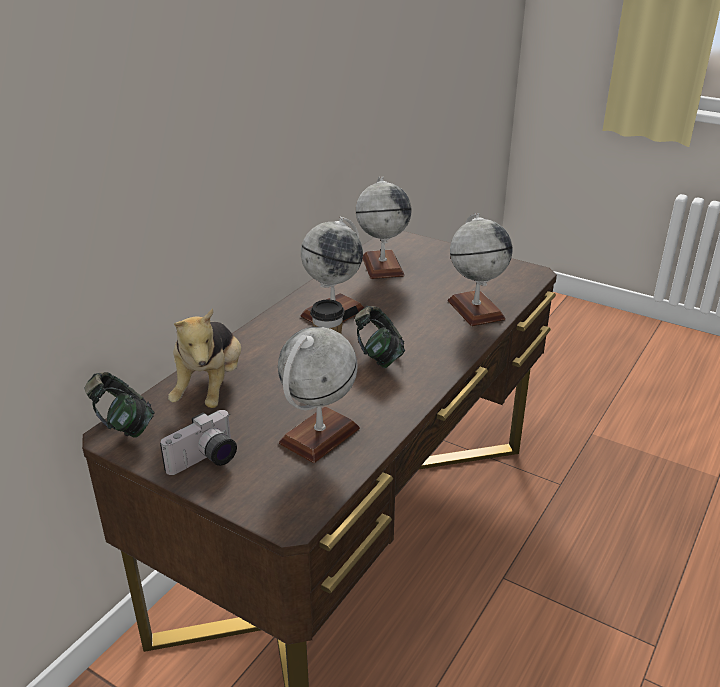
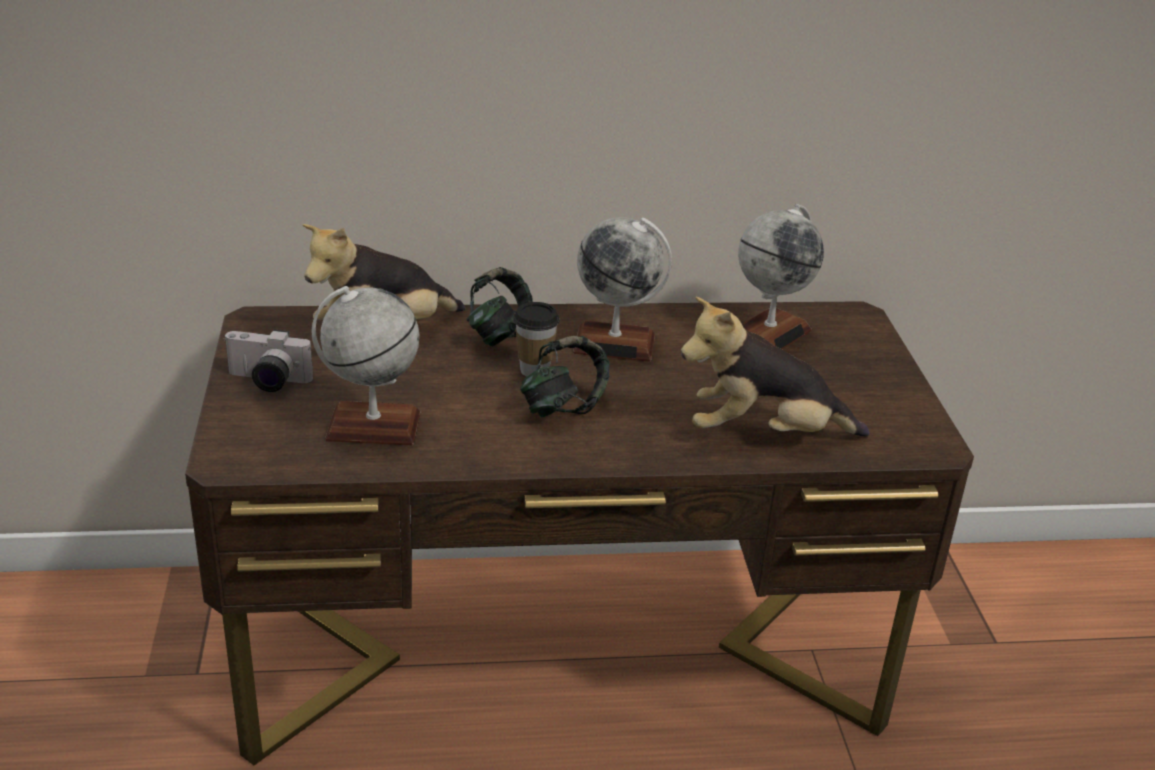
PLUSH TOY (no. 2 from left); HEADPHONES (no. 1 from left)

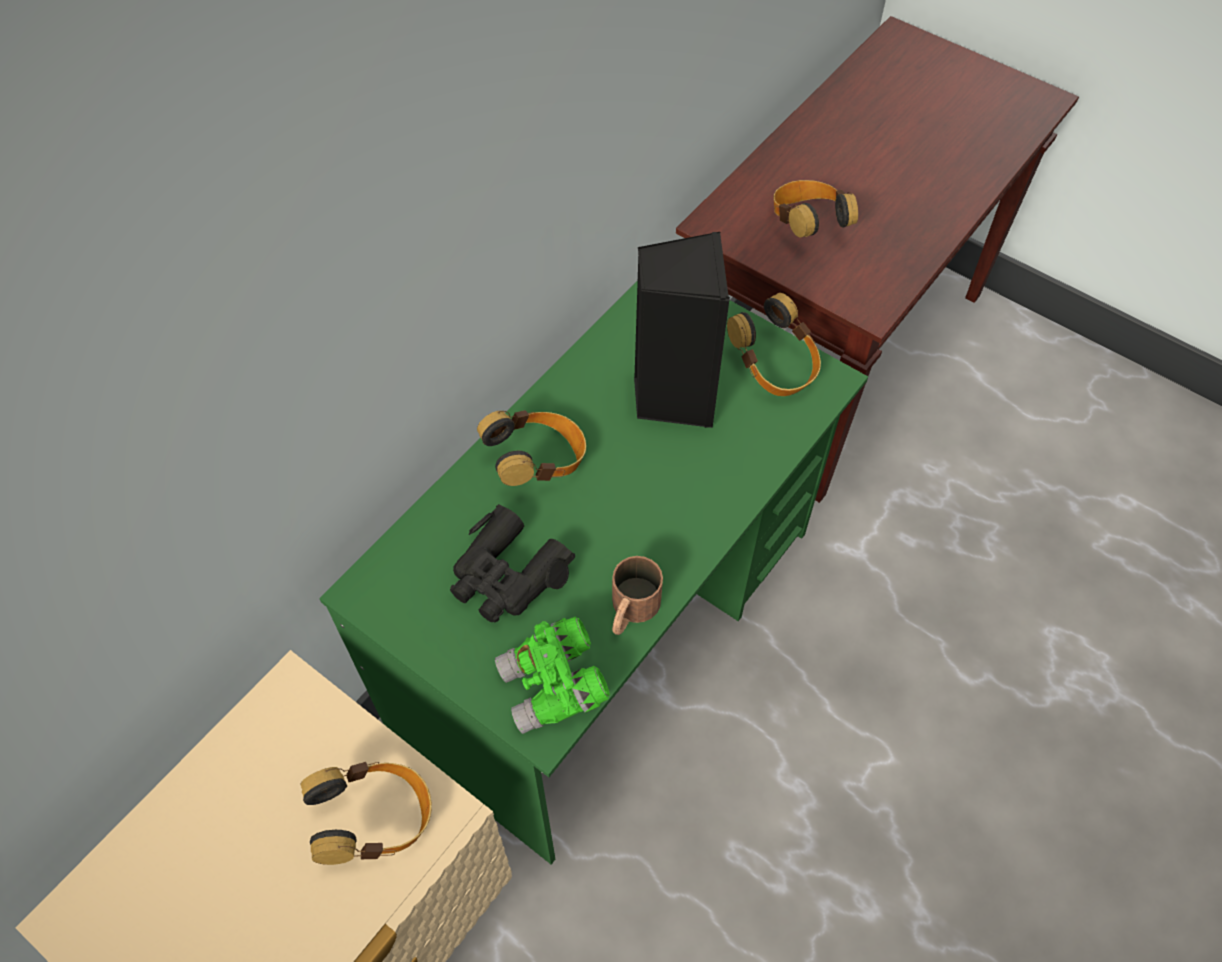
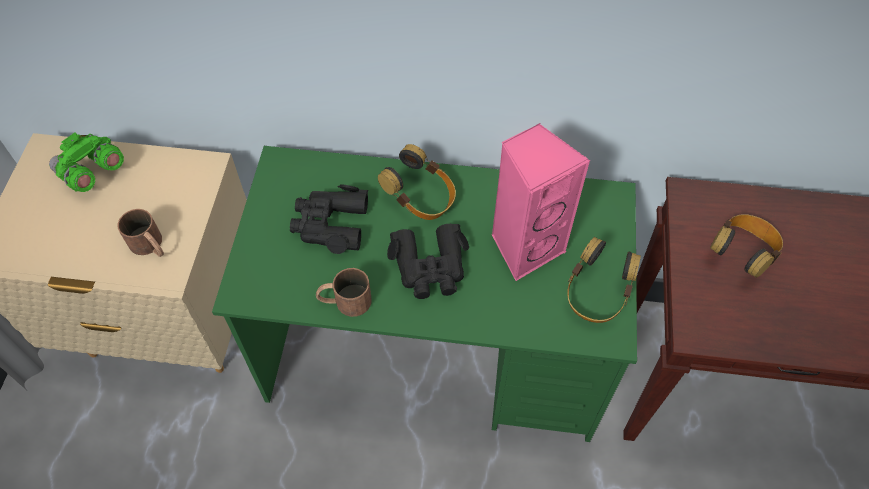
PINK SPEAKER; GREEN BINOCULARS; BROWN MUG (no. 1 from left); BLACK BINOCULARS (no. 2 from left)

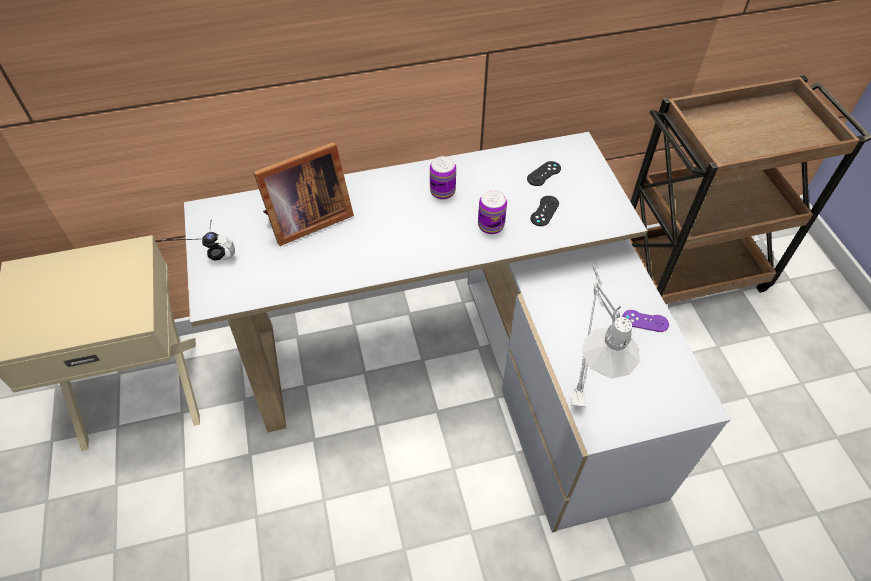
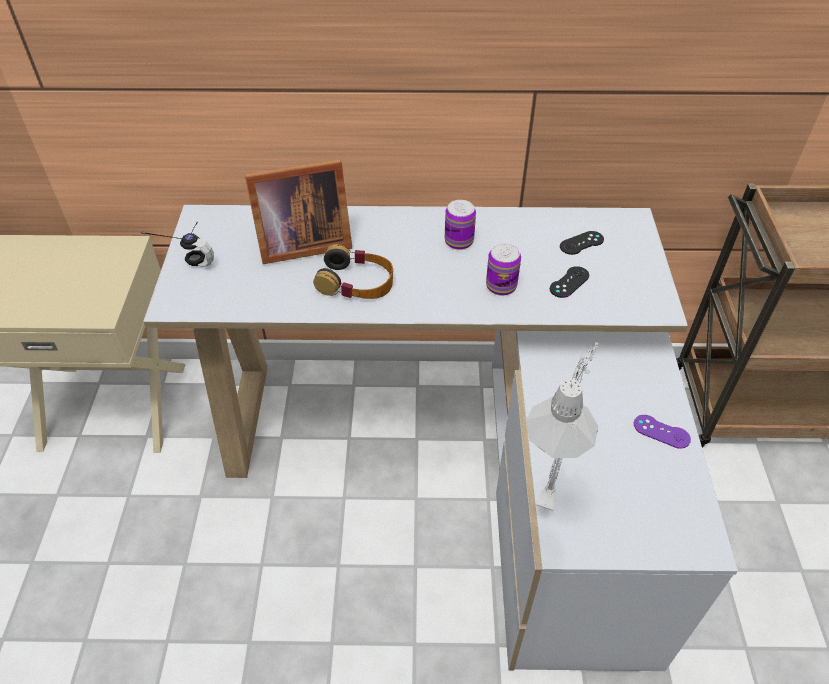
HEADPHONES (no. 2 from left)

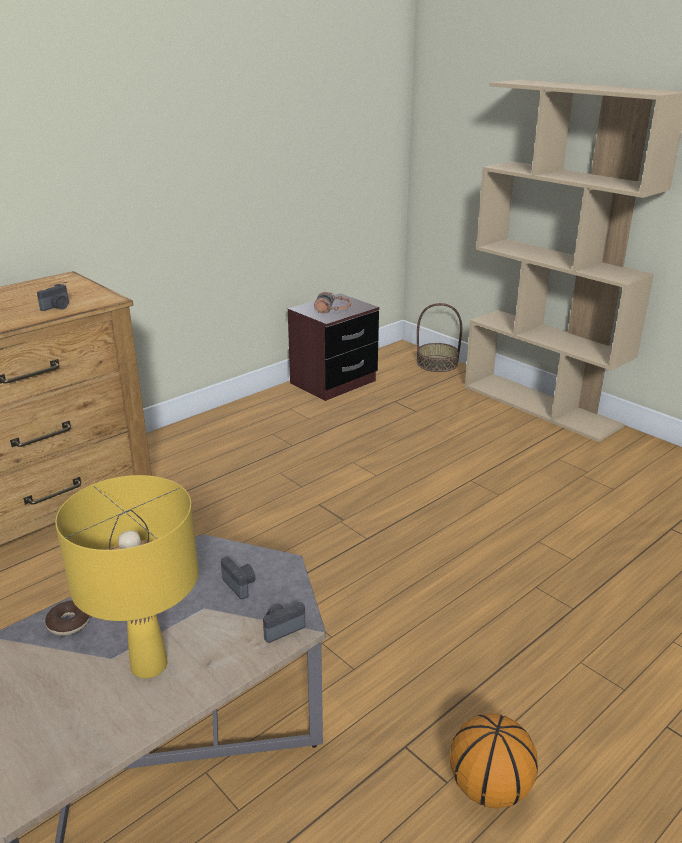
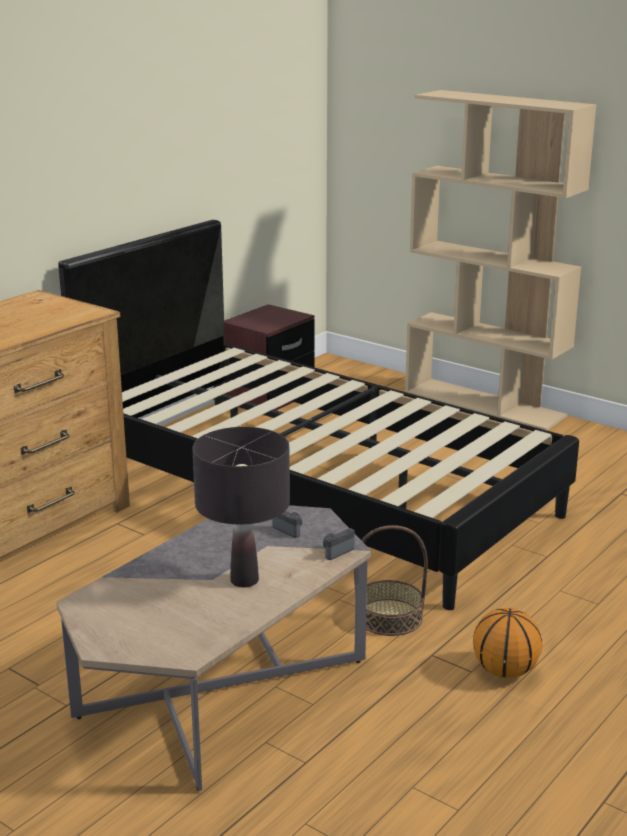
PHOTO CAMERA (no. 1 from left in the first image); HEADPHONES; BASKET; BLACK TABLE LAMP; DONUT; BLACK BED

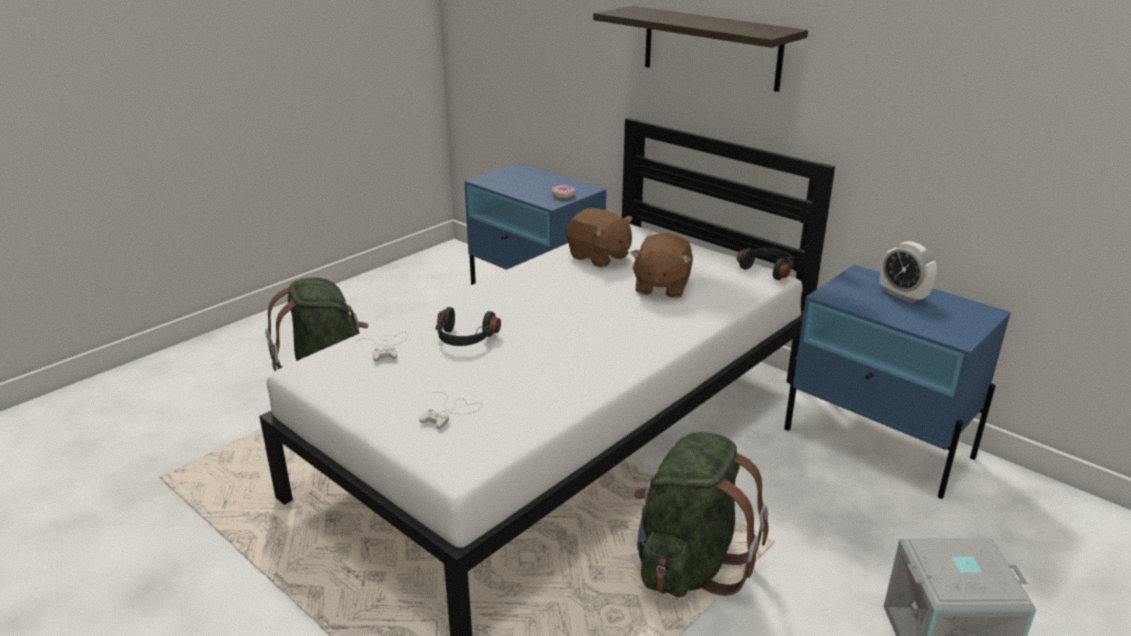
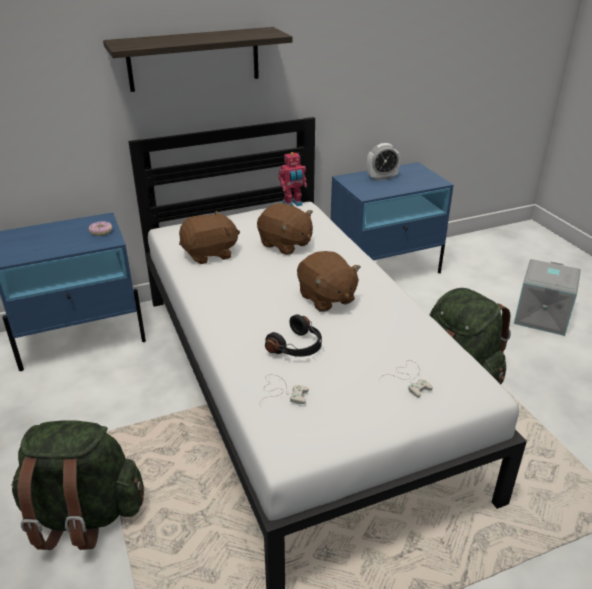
TOY ROBOT; BROWN PLUSH TOY (no. 3 from left)

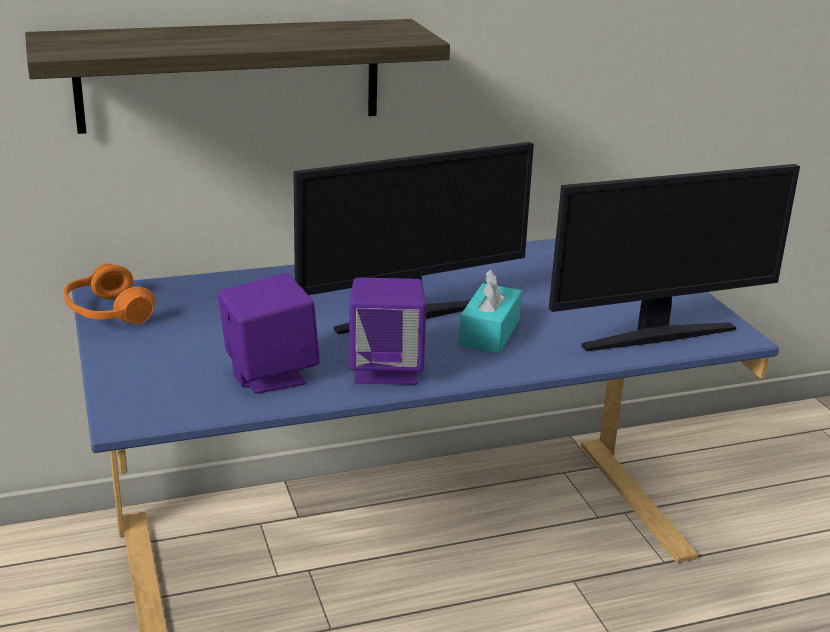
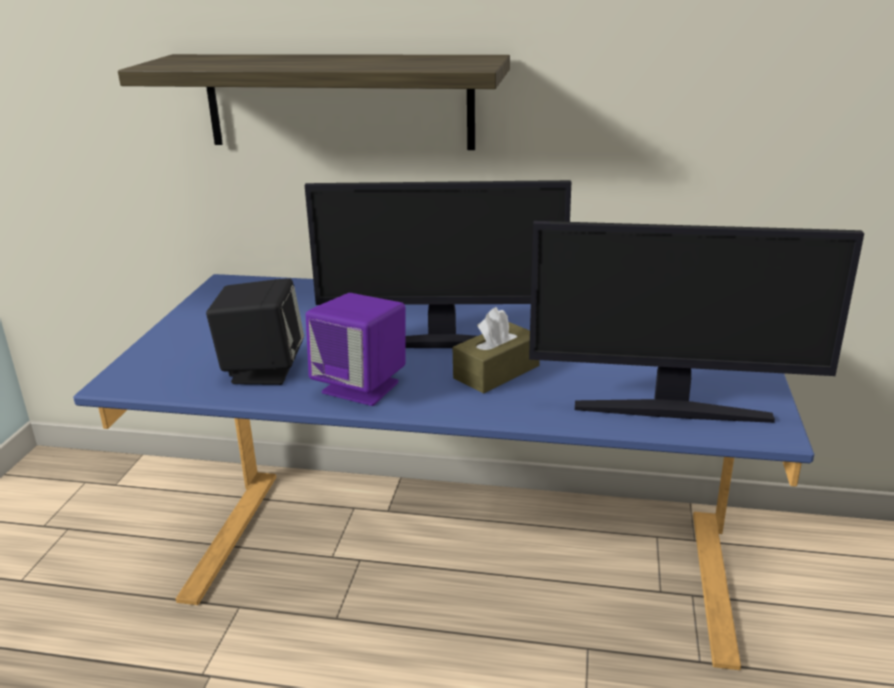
ORANGE HEADPHONES; BROWN TISSUE BOX; BLACK SPEAKER

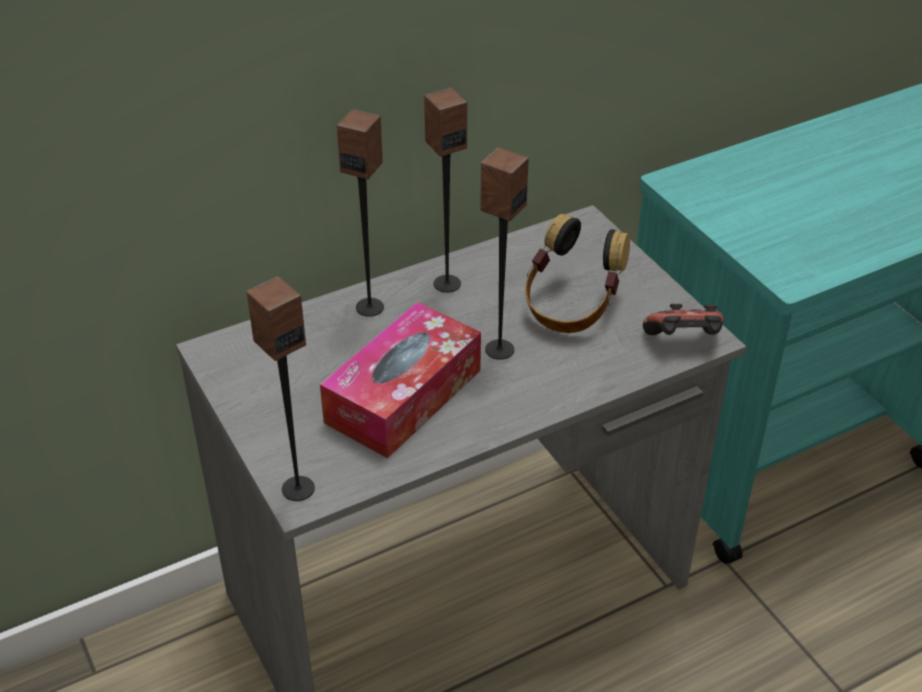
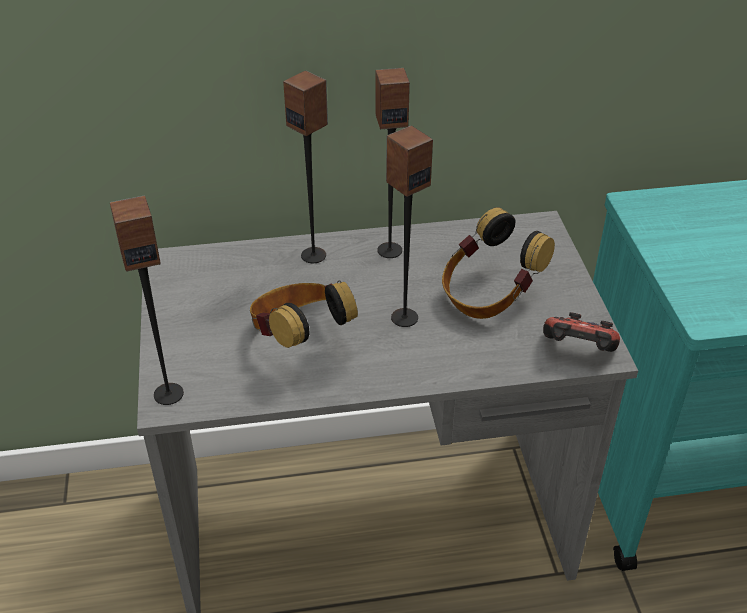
HEADPHONES (no. 1 from left)

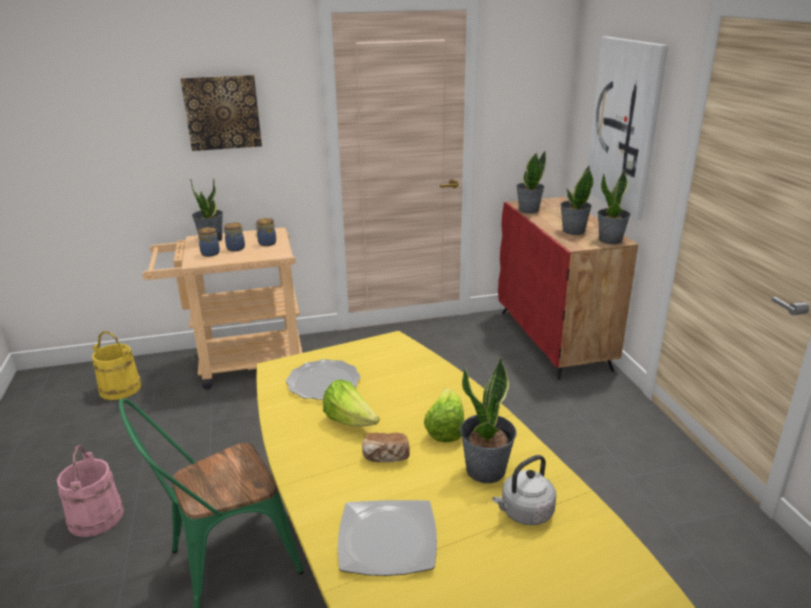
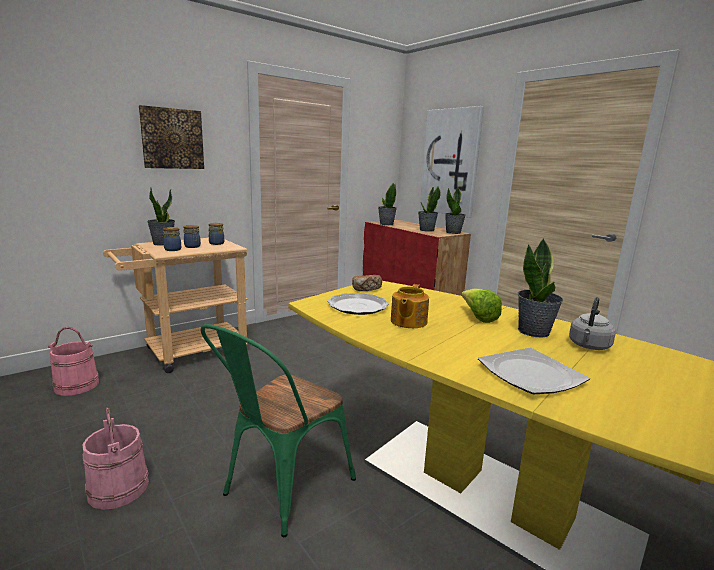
PINK BUCKET (no. 1 from left); TEAPOT; BREAD

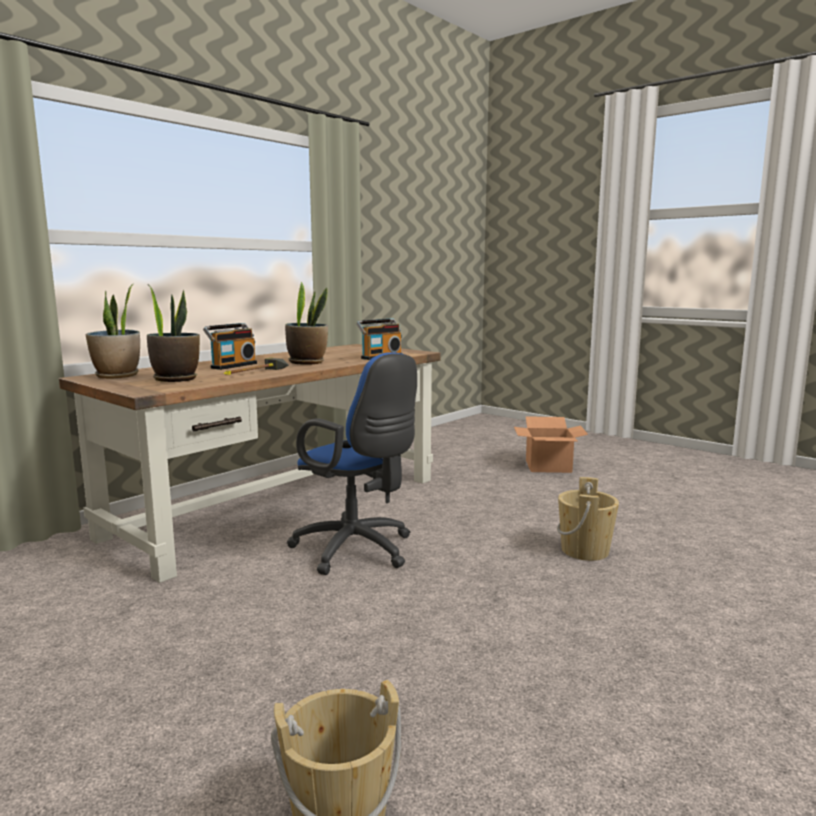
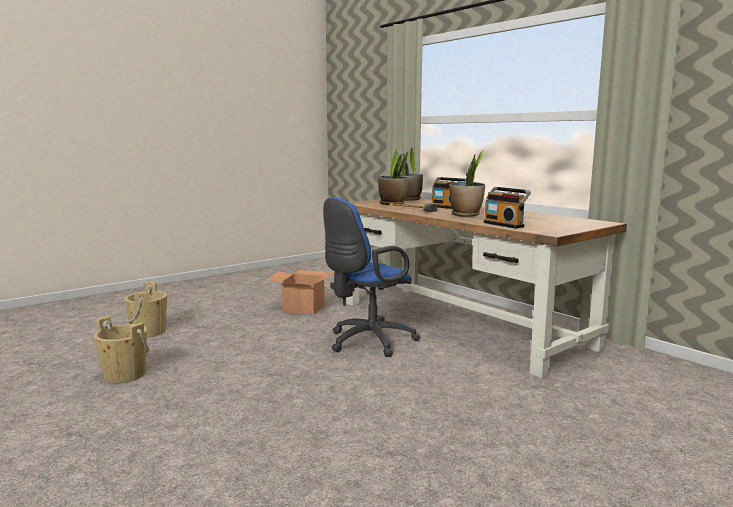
CARDBOARD BOX; BEIGE BUCKET (no. 1 from left)

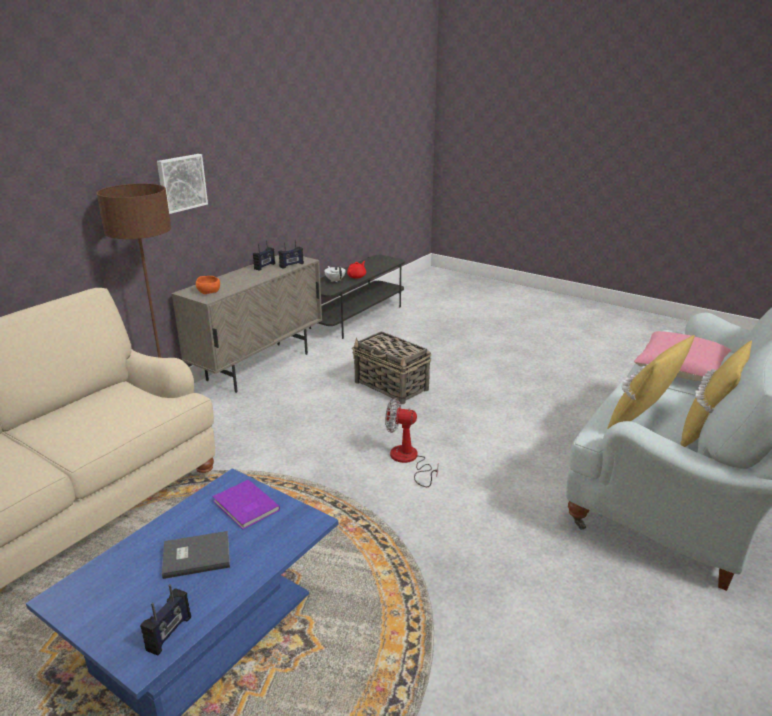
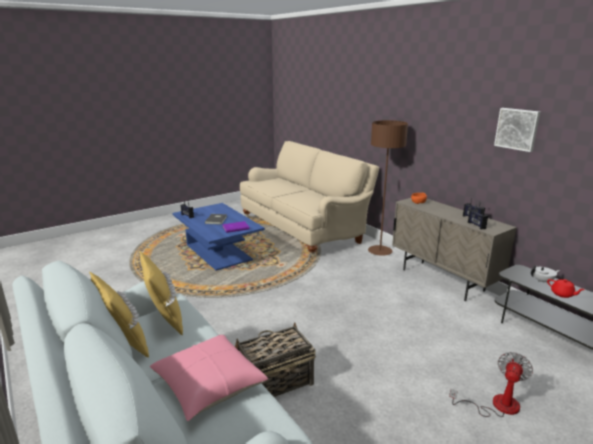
PICTURE; BASKET; FAN

